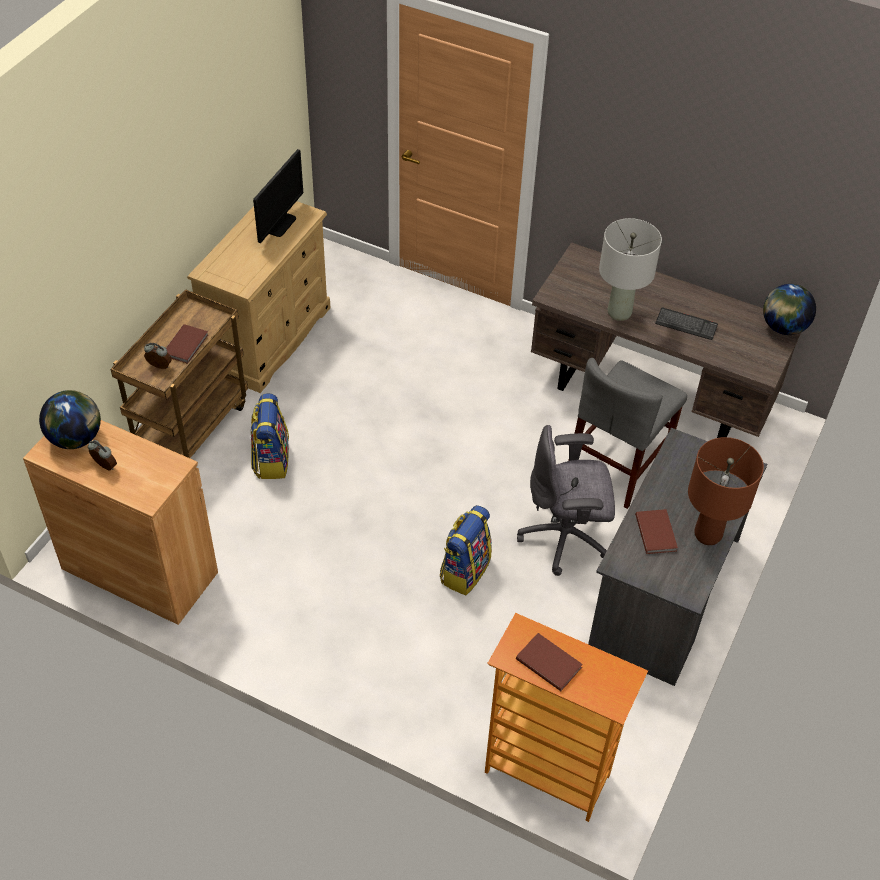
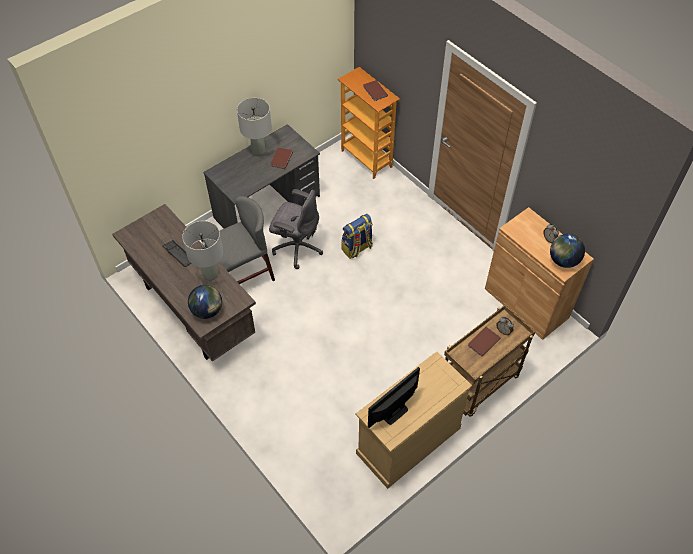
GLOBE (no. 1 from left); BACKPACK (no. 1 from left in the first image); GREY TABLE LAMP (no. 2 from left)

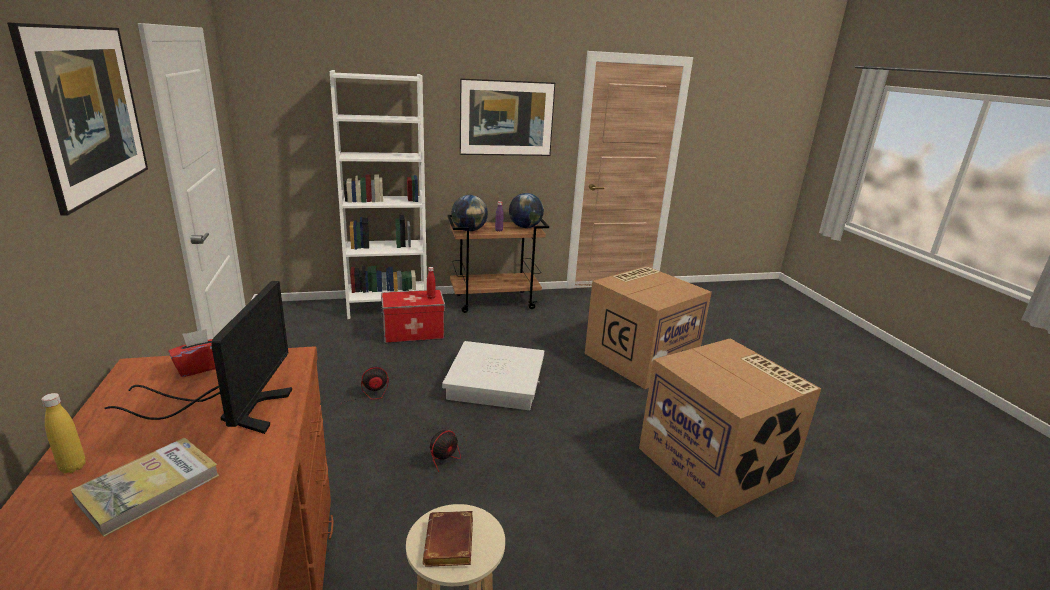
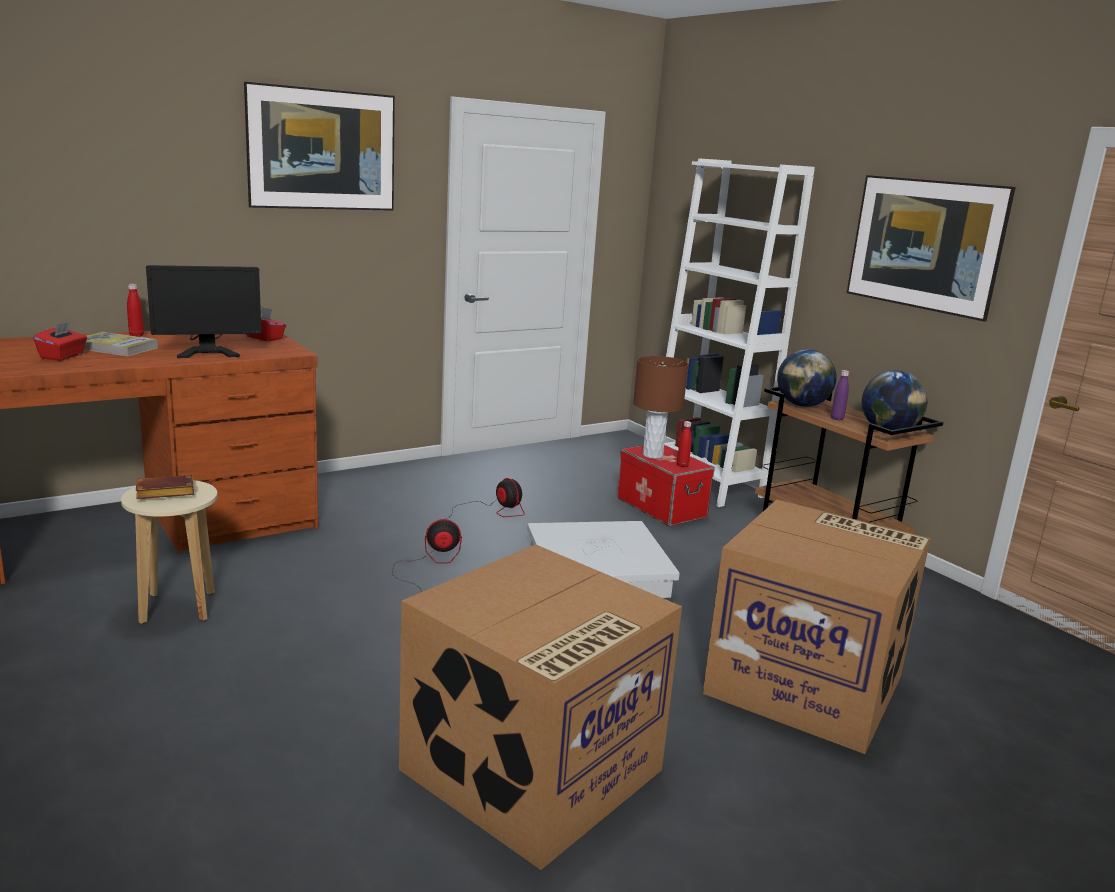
RED BOTTLE (no. 1 from left); FAN (no. 1 from left); RED TISSUE BOX (no. 1 from left); BROWN TABLE LAMP

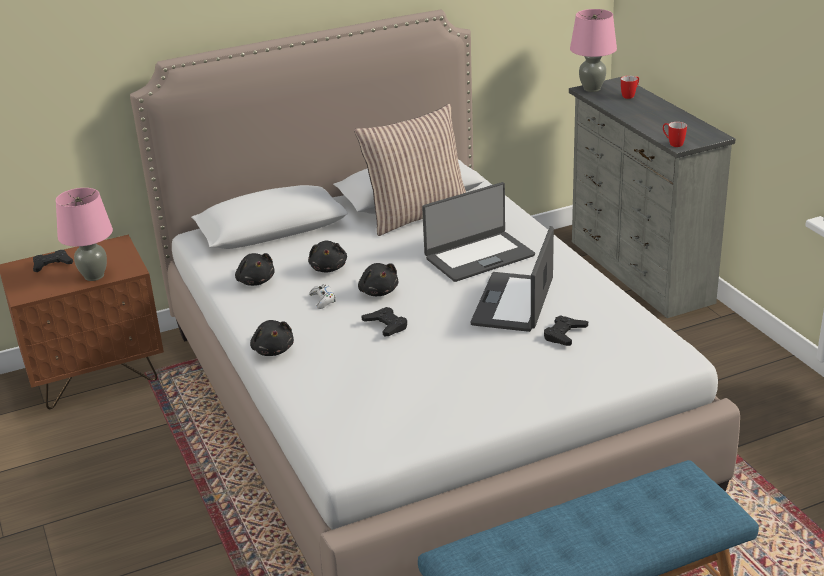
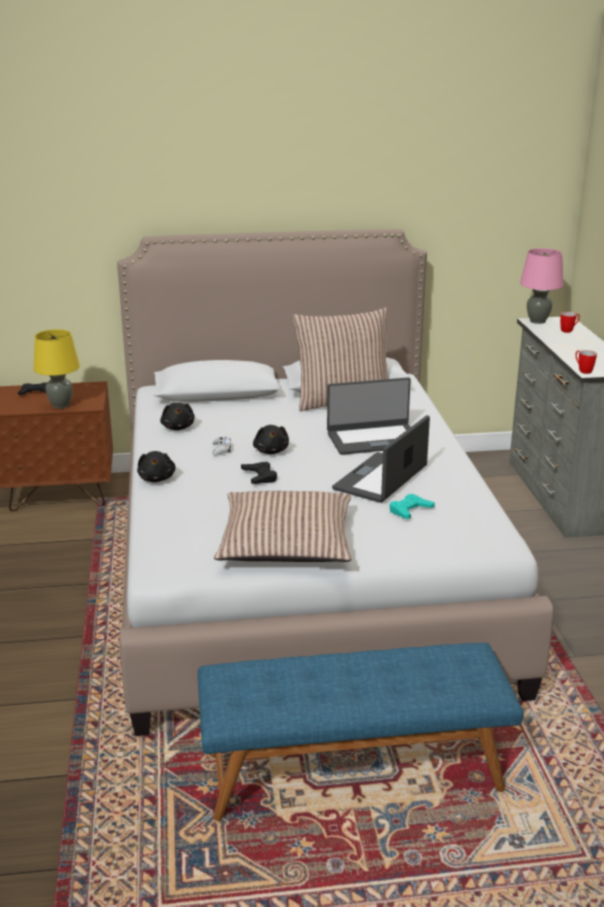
YELLOW TABLE LAMP; BLACK PLUSH TOY (no. 3 from left in the first image); TURQUOISE GAME CONTROLLER; PILLOW (no. 1 from left)

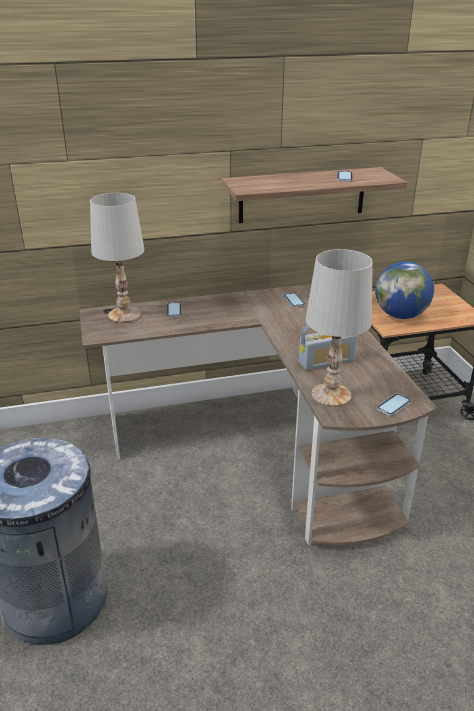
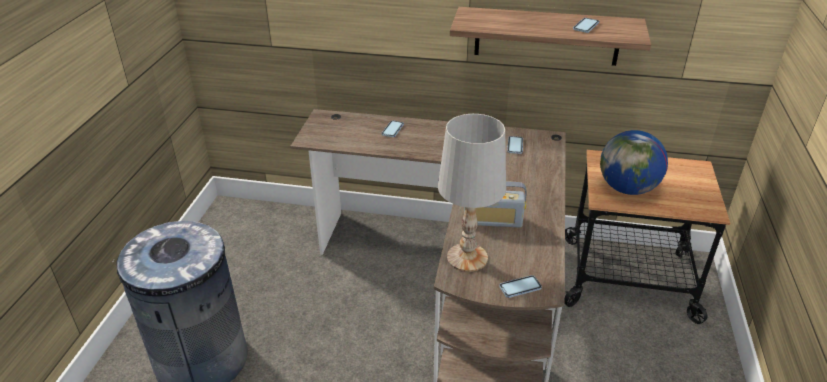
WHITE TABLE LAMP (no. 1 from left in the first image)

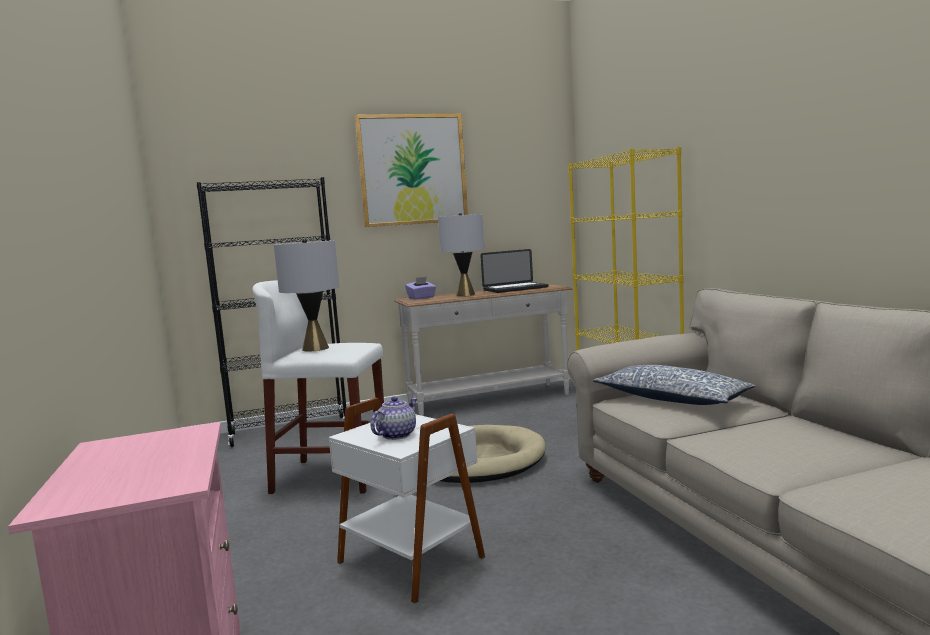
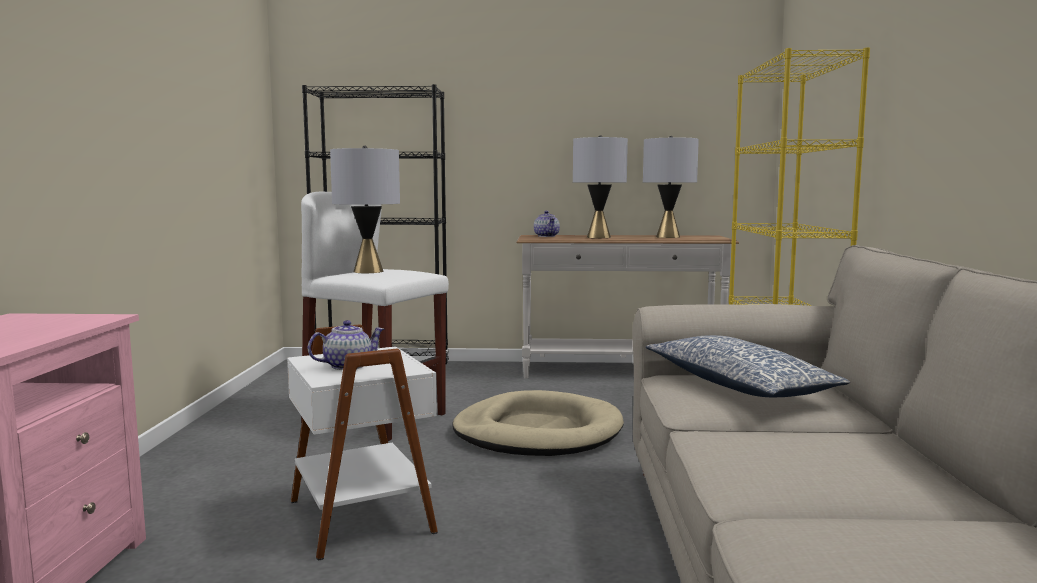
PICTURE; GREY TABLE LAMP (no. 3 from left); TEAPOT (no. 2 from left)

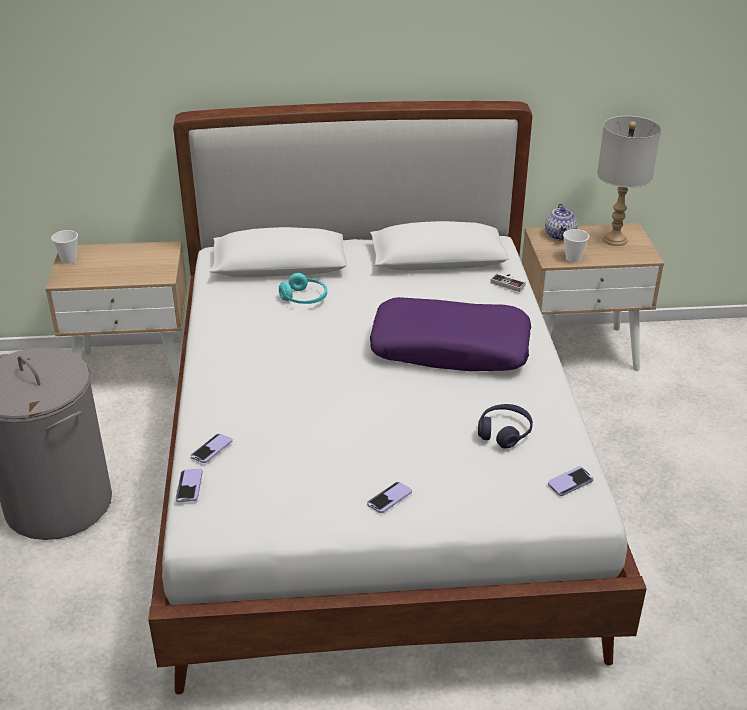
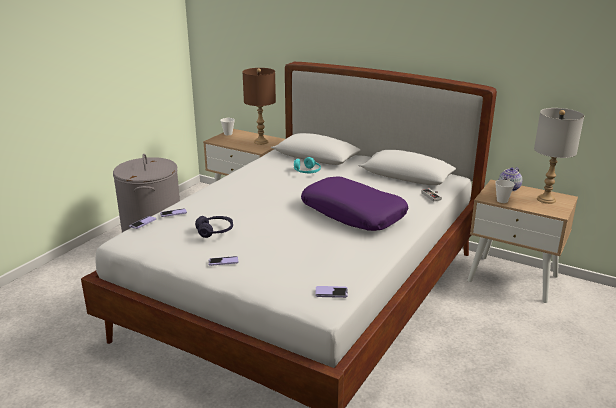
PURPLE HEADPHONES; BROWN TABLE LAMP

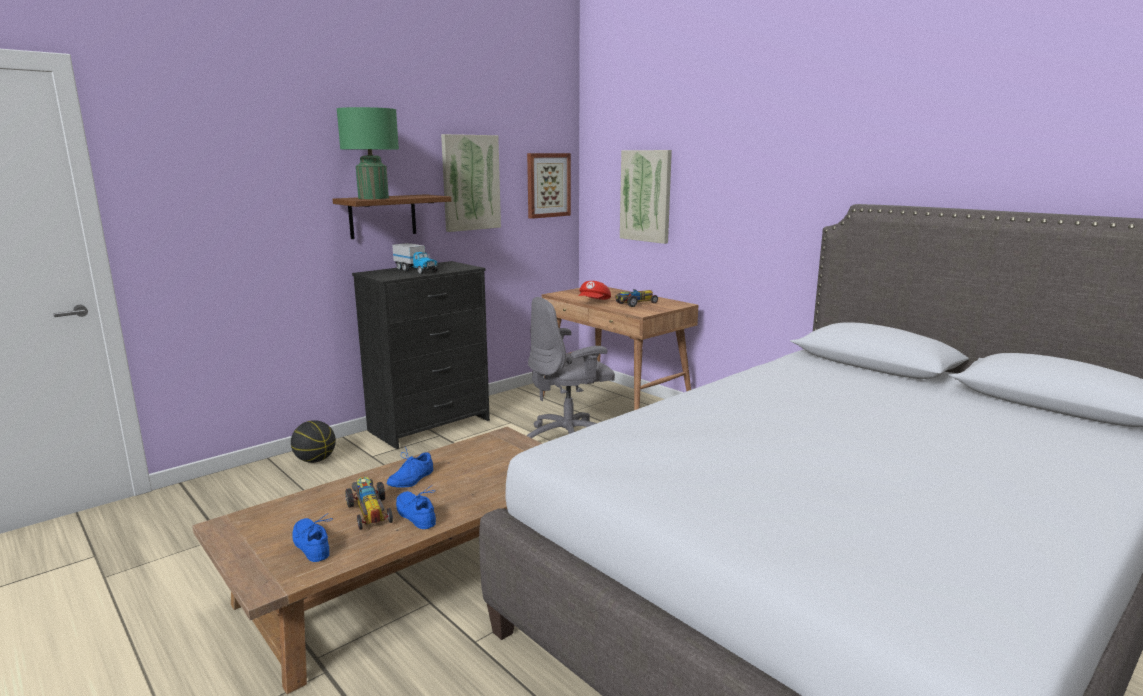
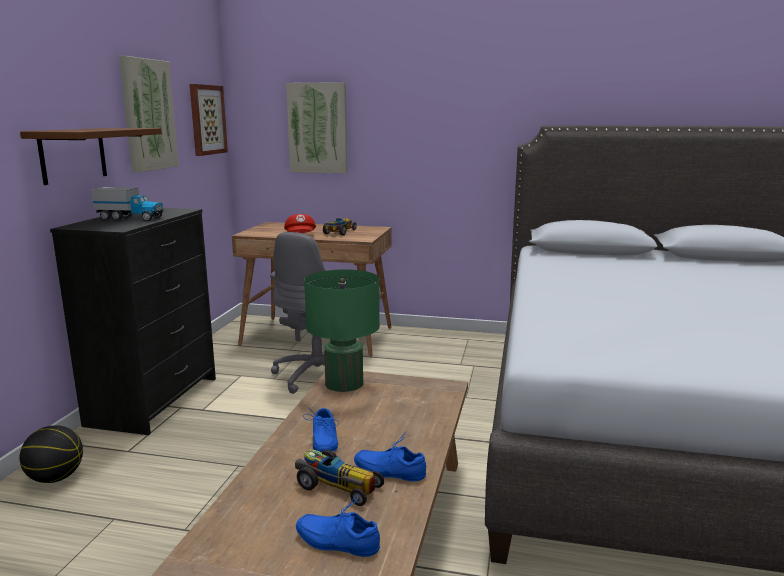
GREEN TABLE LAMP

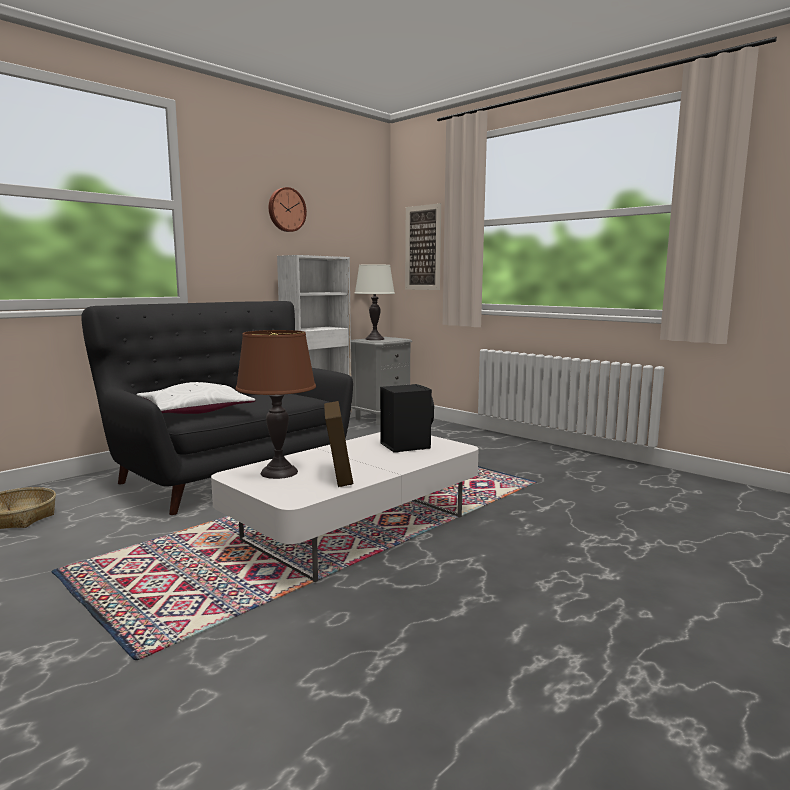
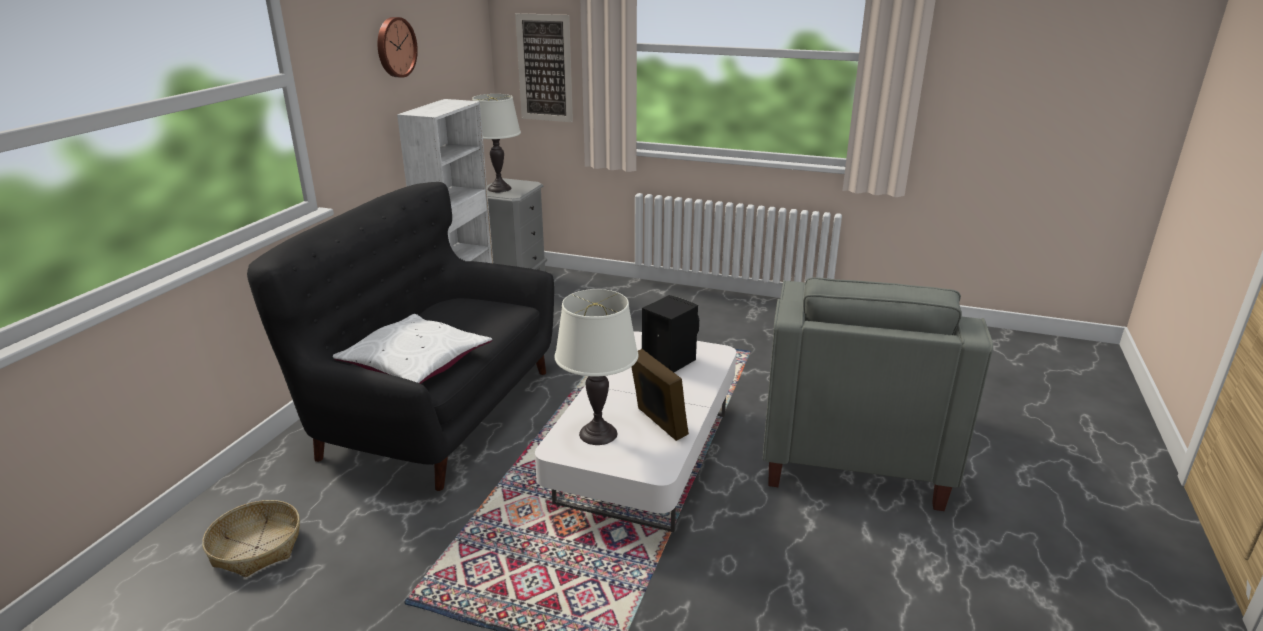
WHITE TABLE LAMP (no. 2 from left); GREY ARMCHAIR

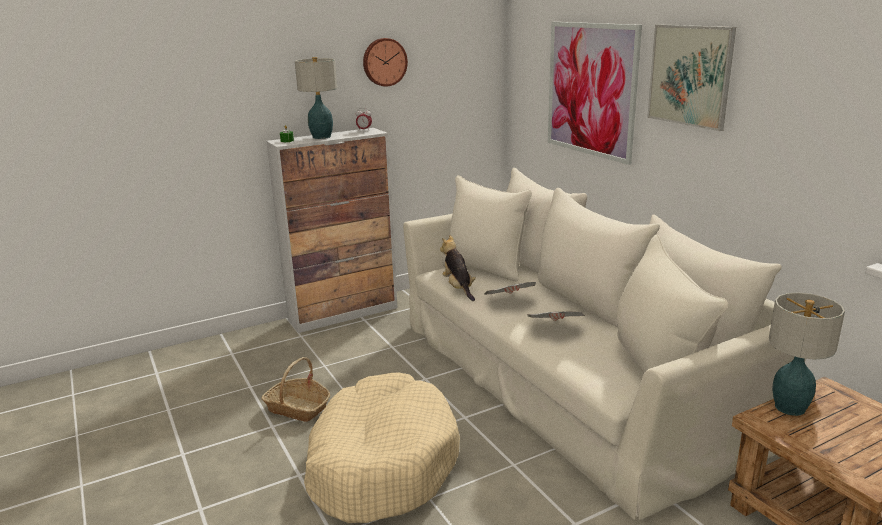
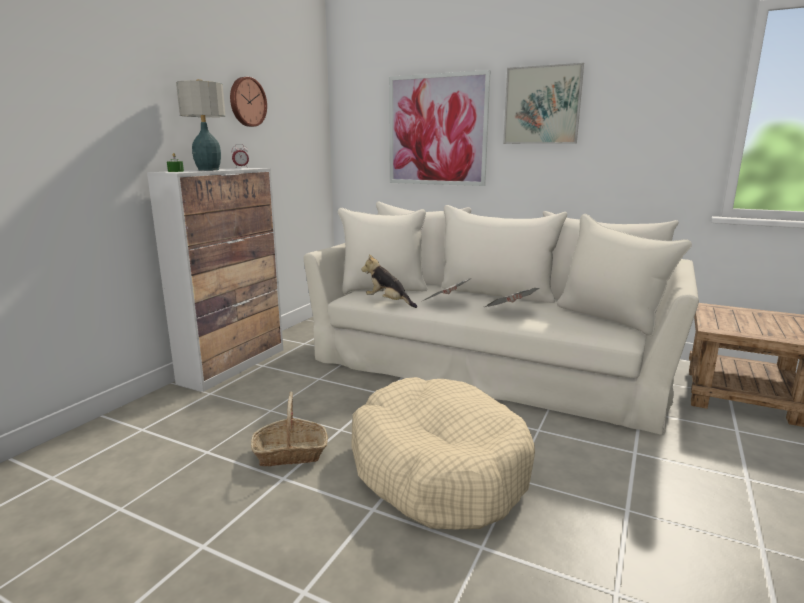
TABLE LAMP (no. 2 from left in the first image)

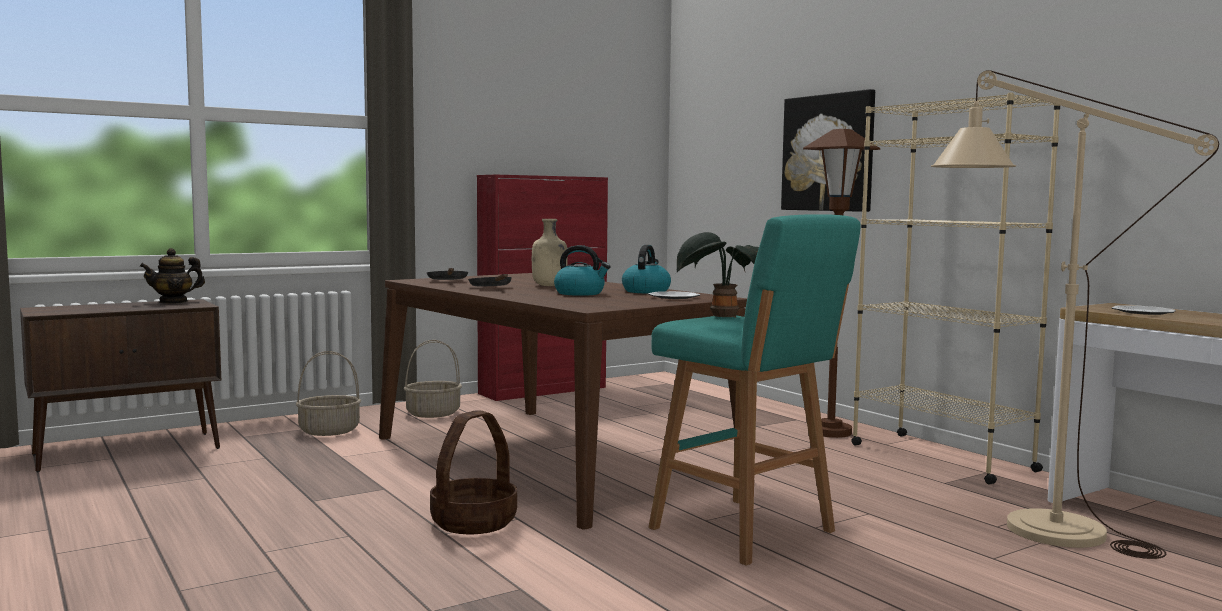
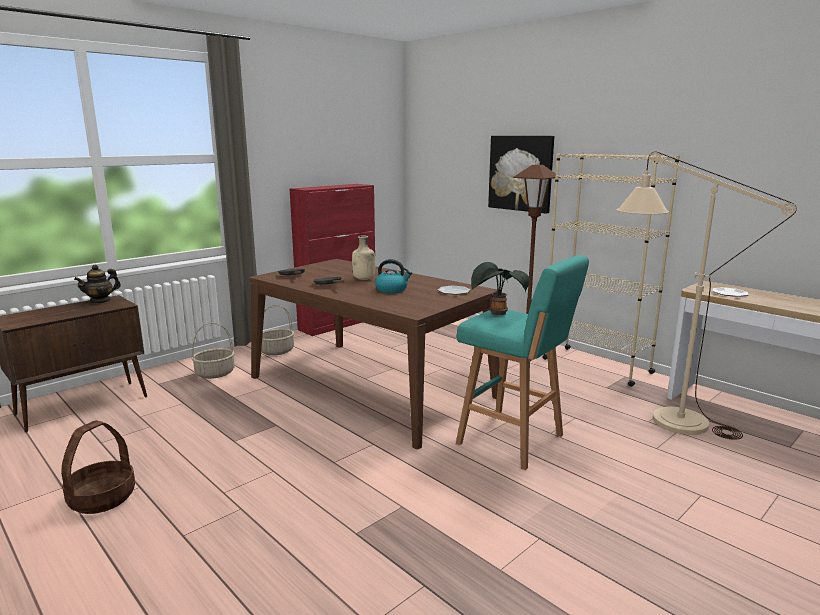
KETTLE (no. 2 from left in the first image); BASKET (no. 1 from left)

